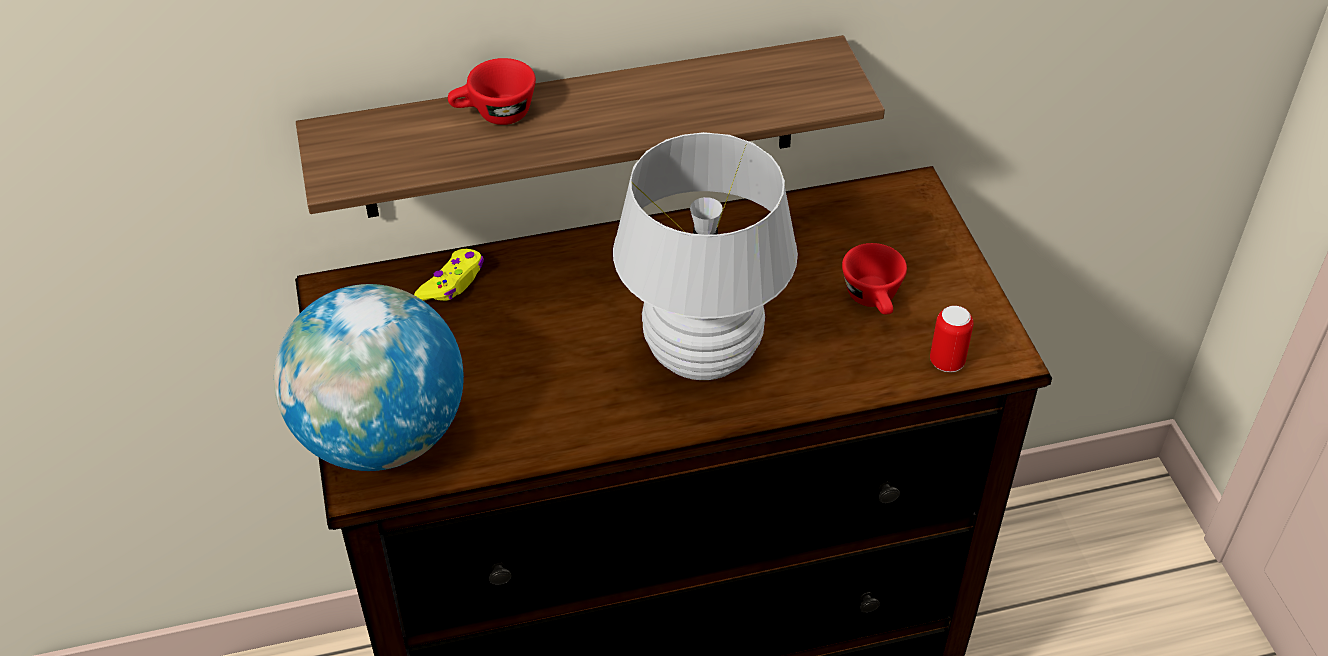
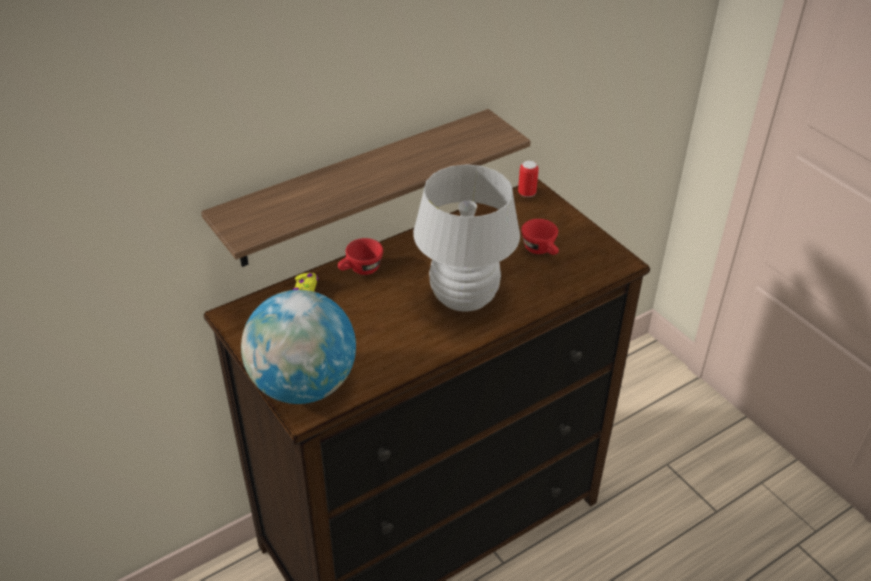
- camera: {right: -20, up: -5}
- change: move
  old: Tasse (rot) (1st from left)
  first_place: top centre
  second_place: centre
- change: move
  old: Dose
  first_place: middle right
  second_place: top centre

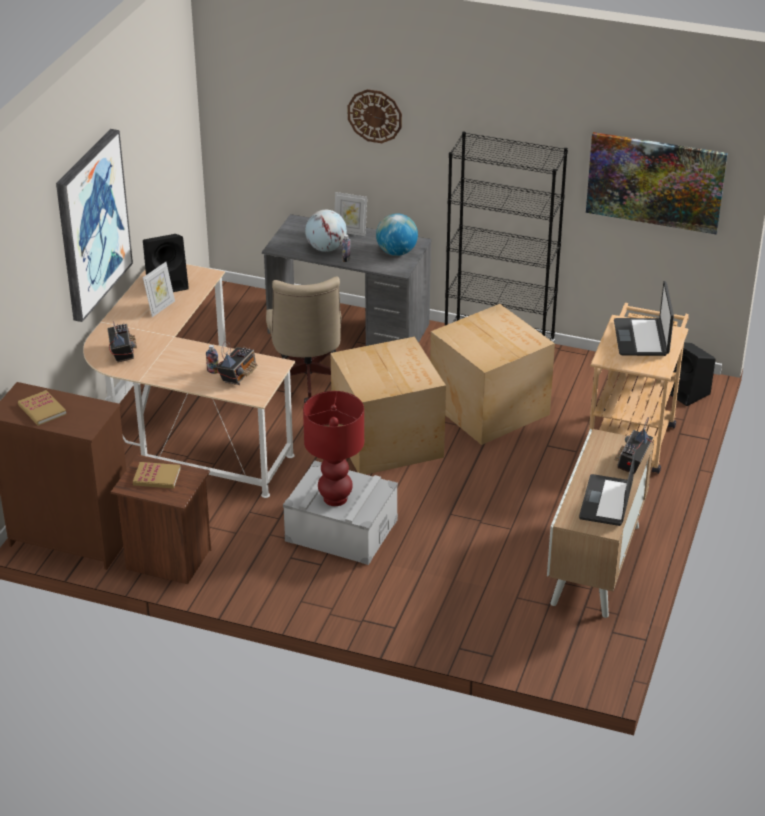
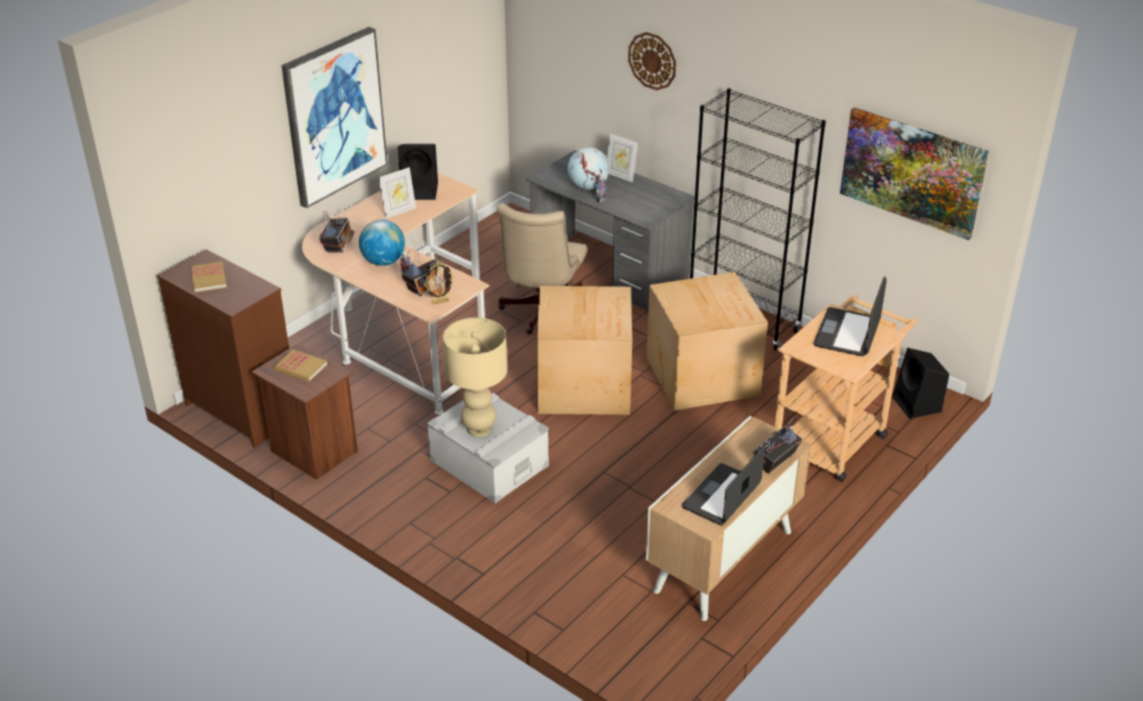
- camera: {right: 20, up: 0}
- change: move
  old: Globus (2nd from left in the first image)
  new: Globus (1st from left)
  first_place: top centre
  second_place: centre
- change: recolor
  old: Tischlampe (rot)
  new: Tischlampe (beige)
  first_place: centre
  second_place: centre
- change: insert
  new: Bilderrahmen (2nd from left)
  second_place: centre

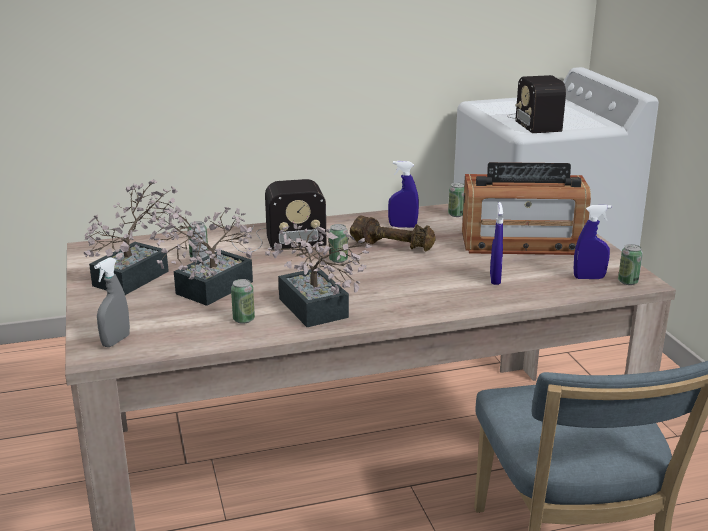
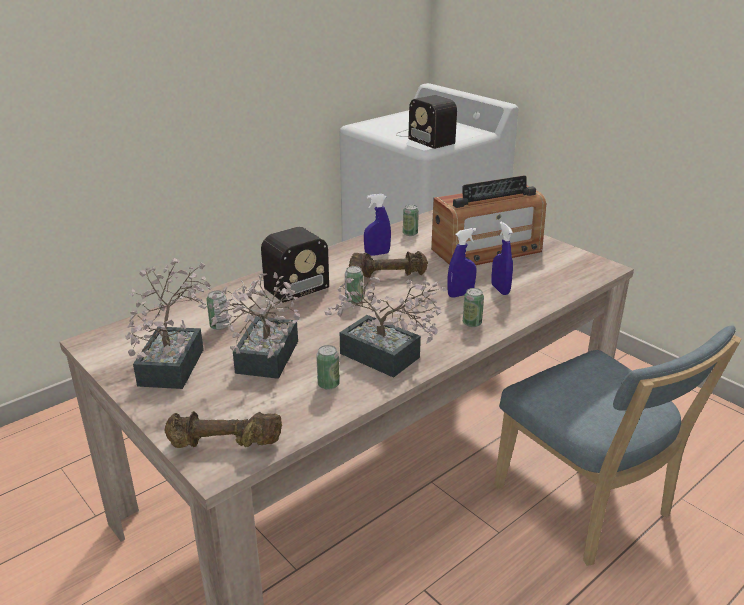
- camera: {right: -25, up: 5}
- change: move
  old: Sprühflasche (blau) (3rd from left in the first image)
  new: Sprühflasche (blau) (2nd from left)
  first_place: middle right
  second_place: centre
- change: move
  old: Dose (5th from left)
  first_place: middle right
  second_place: centre
- change: replace
  old: Sprühflasche (grau)
  new: Hantel (braun) (1st from left)
  first_place: middle left
  second_place: bottom left

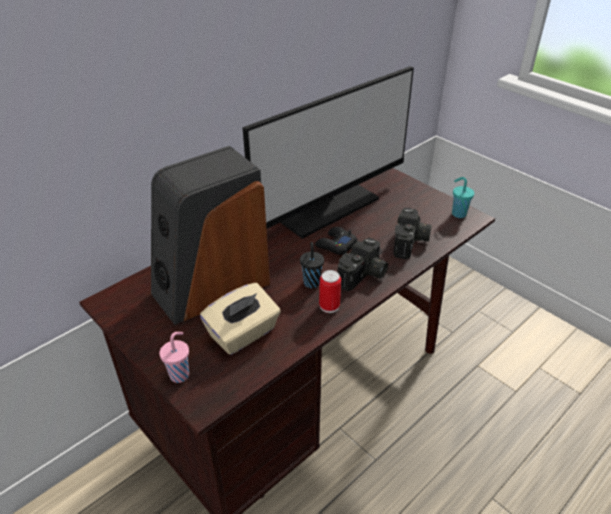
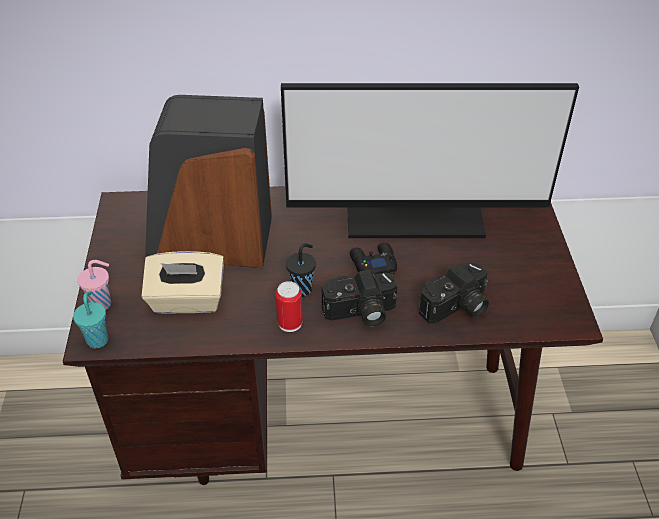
- camera: {right: 40, up: 5}
- change: move
  old: Tasse (türkis)
  first_place: middle right
  second_place: middle left

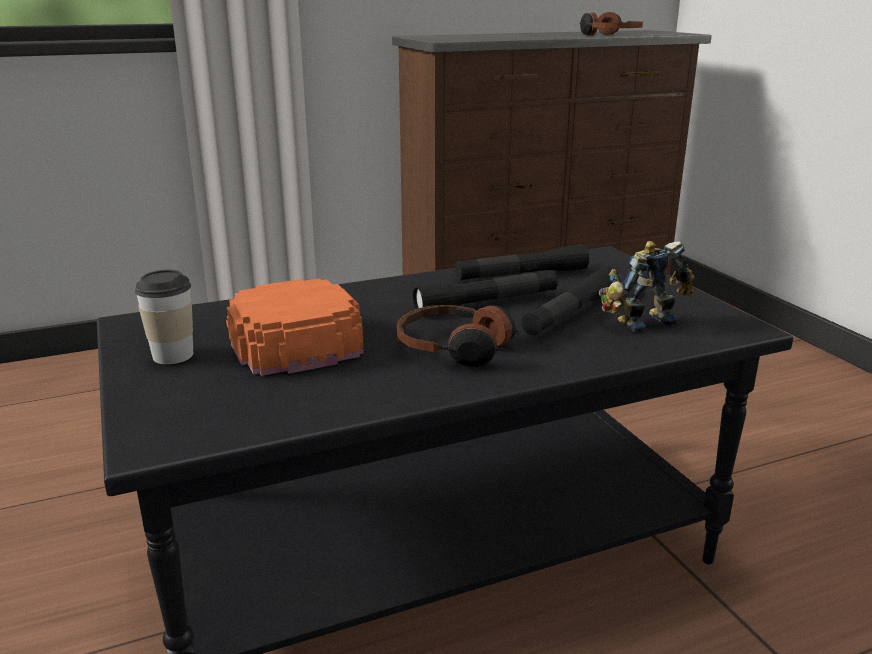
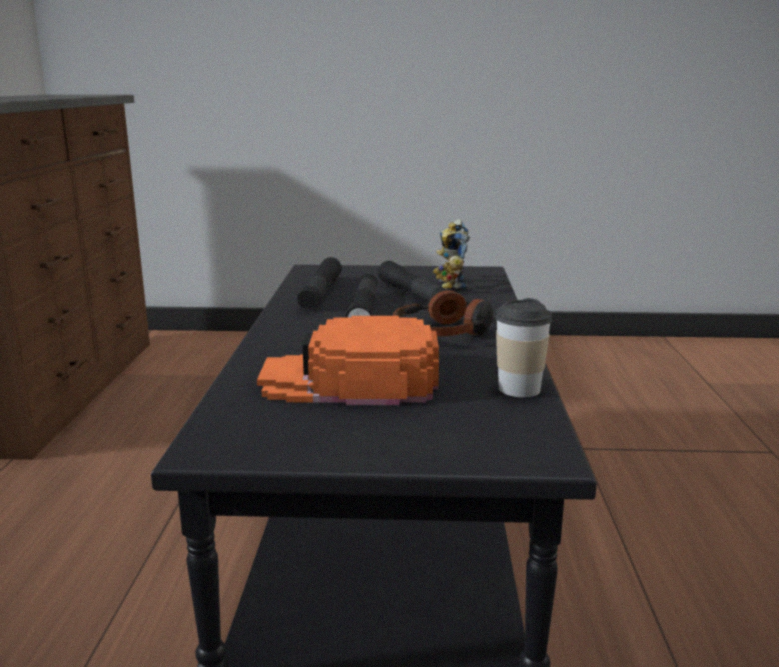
- camera: {right: -65, up: -5}
- change: delete
  old: Kopfhörer (2nd from left)
  first_place: top right
- change: move
  old: Tasse
  first_place: middle left
  second_place: middle right

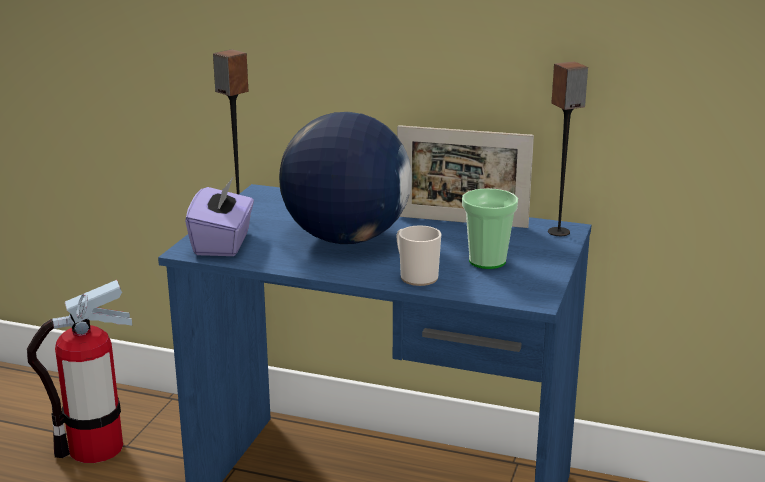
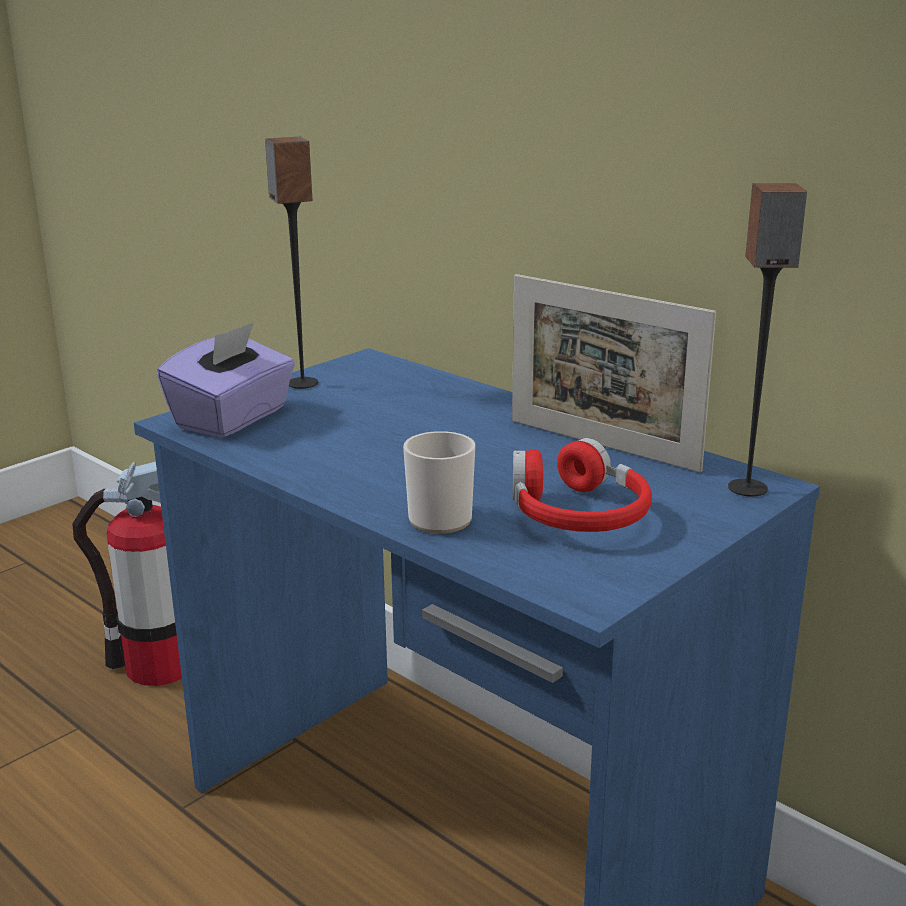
- camera: {right: 25, up: 0}
- change: delete
  old: Globus
  first_place: centre
- change: replace
  old: Tasse
  new: Kopfhörer (rot)
  first_place: centre
  second_place: centre

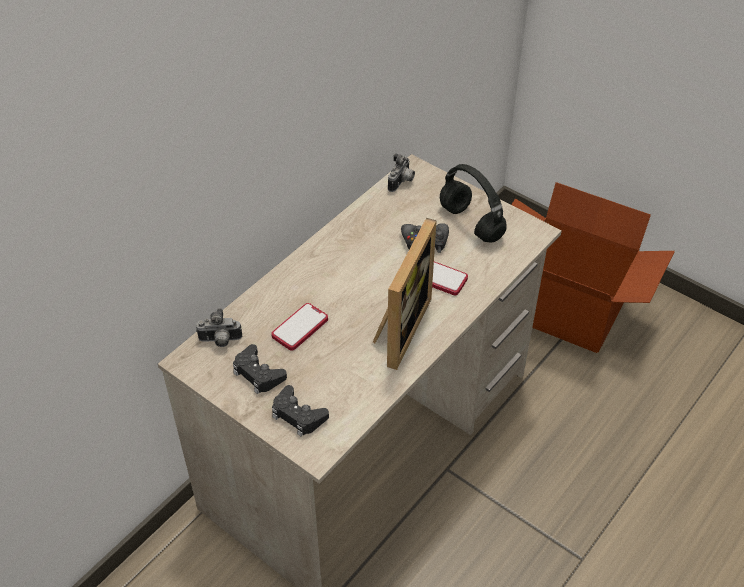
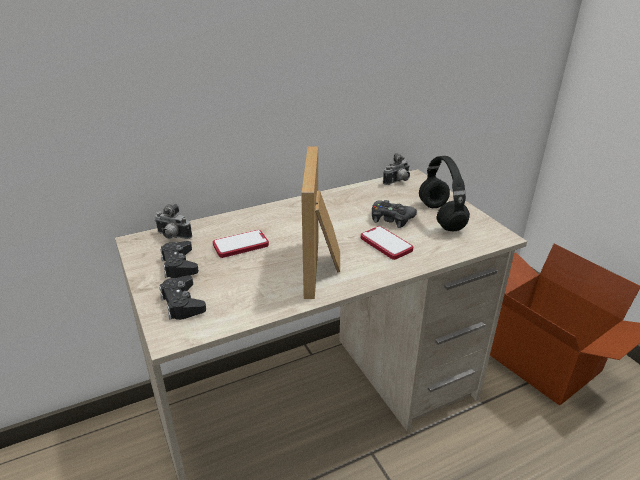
- camera: {right: 25, up: -15}
- change: rotate
  old: Bilderrahmen
  first_place: centre
  second_place: centre
  degrees: 135

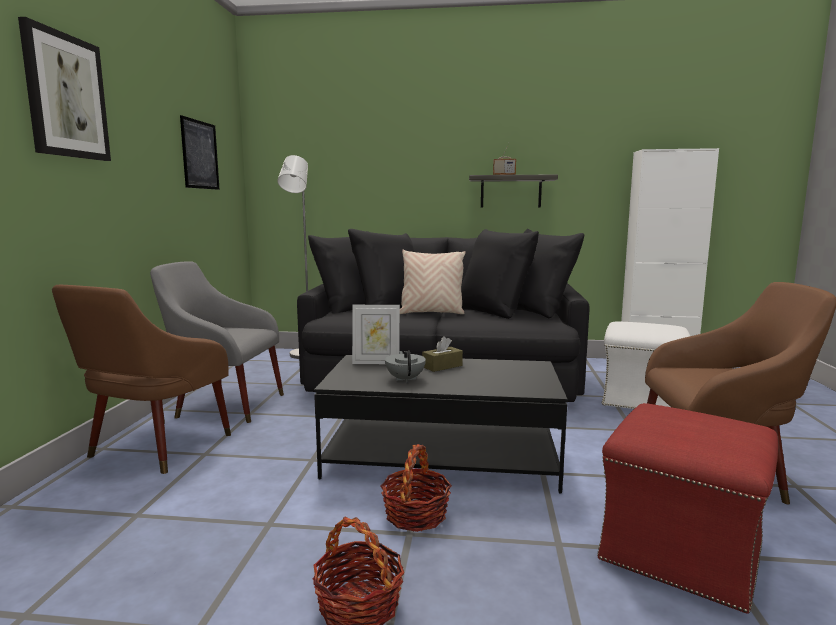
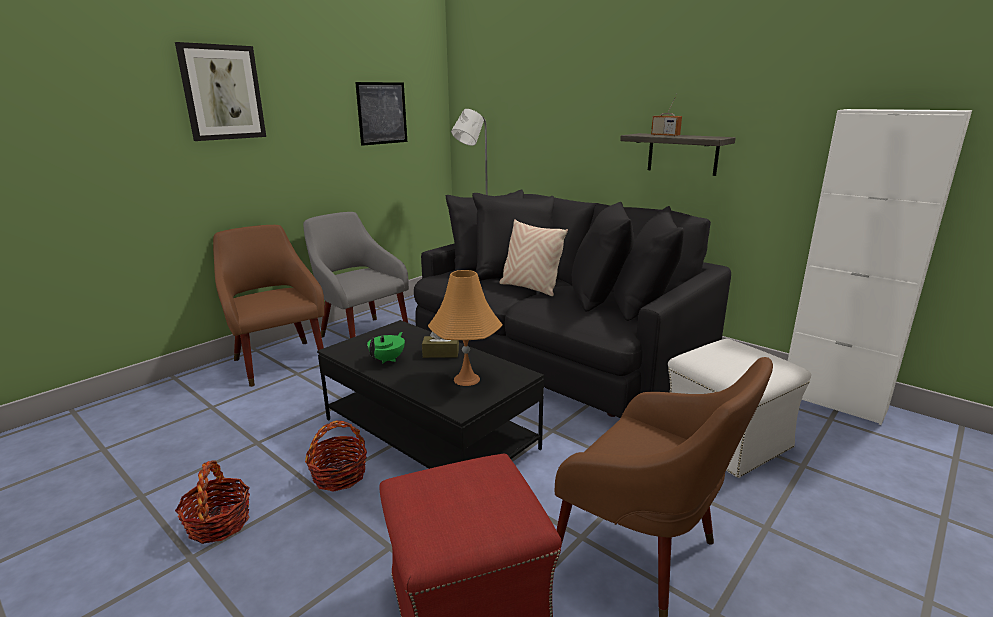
- camera: {right: 35, up: 10}
- change: rotate
  old: Sessel (braun) (1st from left)
  first_place: middle left
  second_place: middle left
  degrees: 90
- change: delete
  old: Bilderrahmen
  first_place: centre
- change: recolor
  old: Teekanne (grau)
  new: Teekanne (grün)
  first_place: centre
  second_place: centre
- change: insert
  new: Tischlampe (orange)
  second_place: centre

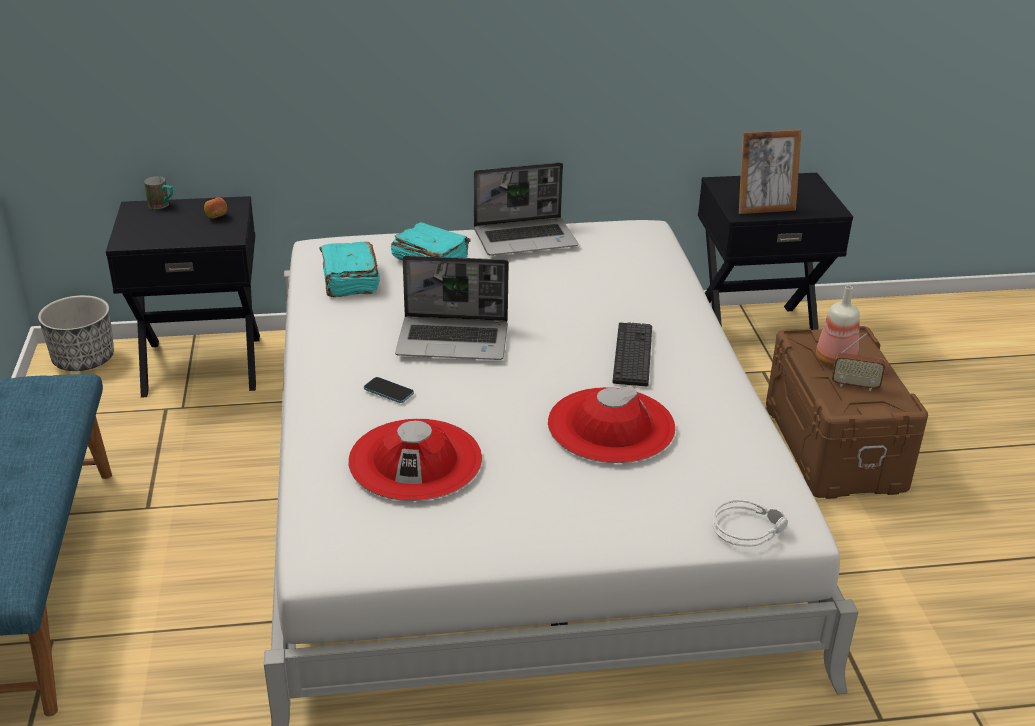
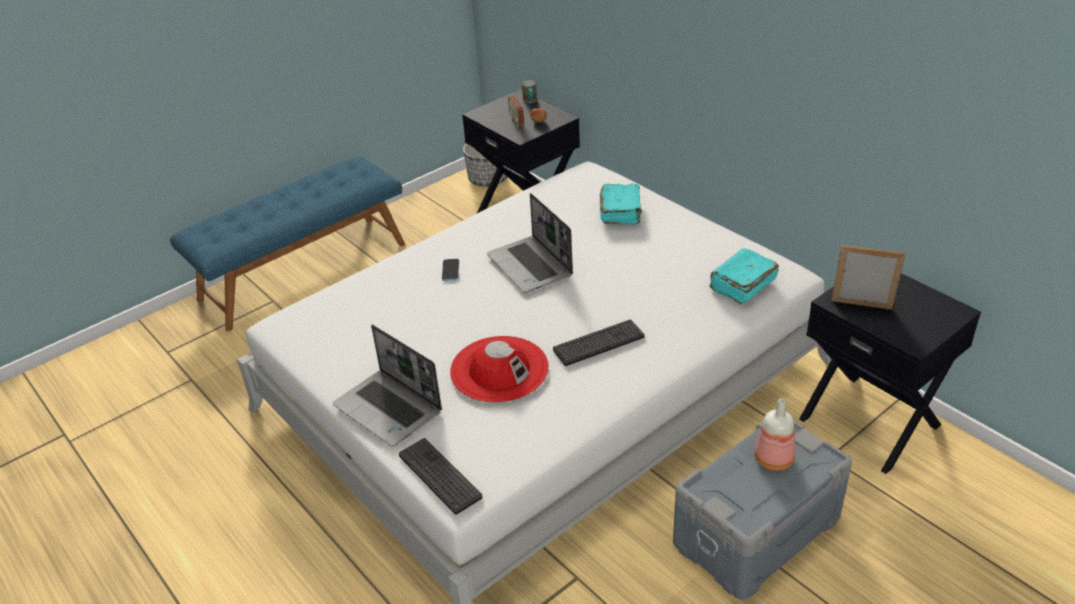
- camera: {right: 60, up: 5}
- change: rotate
  old: Bilderrahmen
  first_place: top right
  second_place: middle right
  degrees: 150
- change: move
  old: Laptop (2nd from left in the first image)
  new: Laptop (1st from left)
  first_place: top centre
  second_place: centre
- change: move
  old: Buch (türkis) (1st from left in the first image)
  new: Buch (türkis) (2nd from left)
  first_place: centre
  second_place: middle right
- change: recolor
  old: Aufbewahrungsbox (braun)
  new: Aufbewahrungsbox (grau)
  first_place: middle right
  second_place: bottom right
- change: move
  old: Radio
  first_place: middle right
  second_place: top centre
- change: delete
  old: Hut (rot) (1st from left)
  first_place: centre
- change: replace
  old: Kopfhörer (weiß)
  new: Tastatur (1st from left)
  first_place: bottom right
  second_place: bottom centre

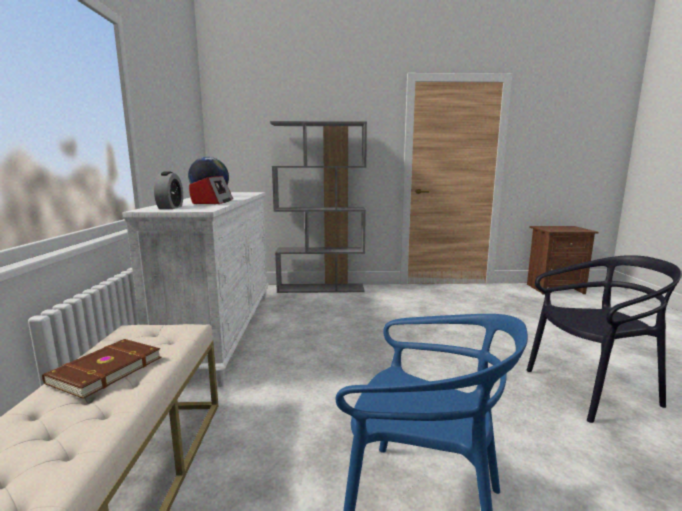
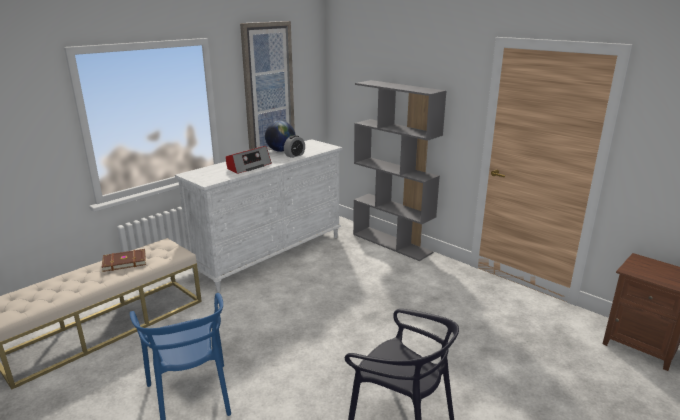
- camera: {right: 45, up: 10}
- change: move
  old: Wecker
  first_place: middle left
  second_place: centre
- change: insert
  new: Bild
  second_place: top centre

